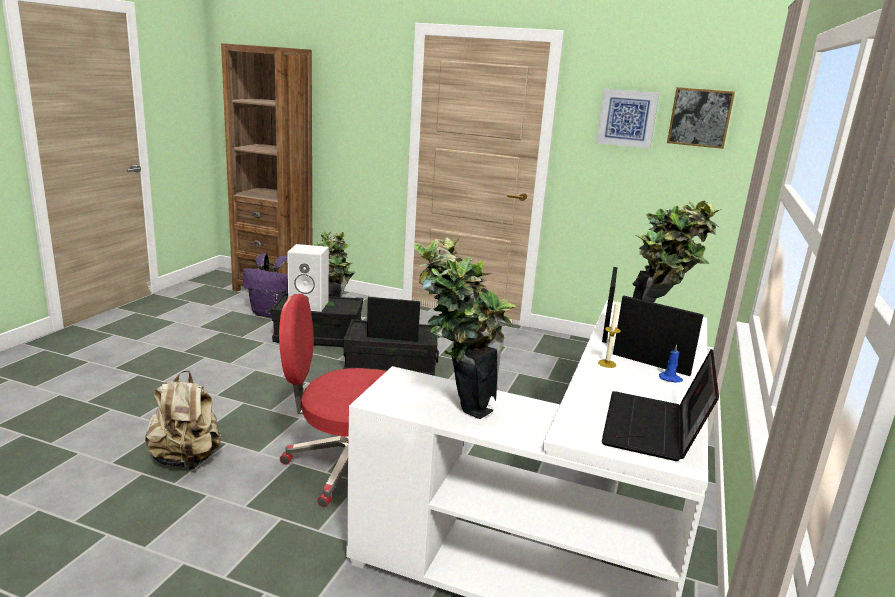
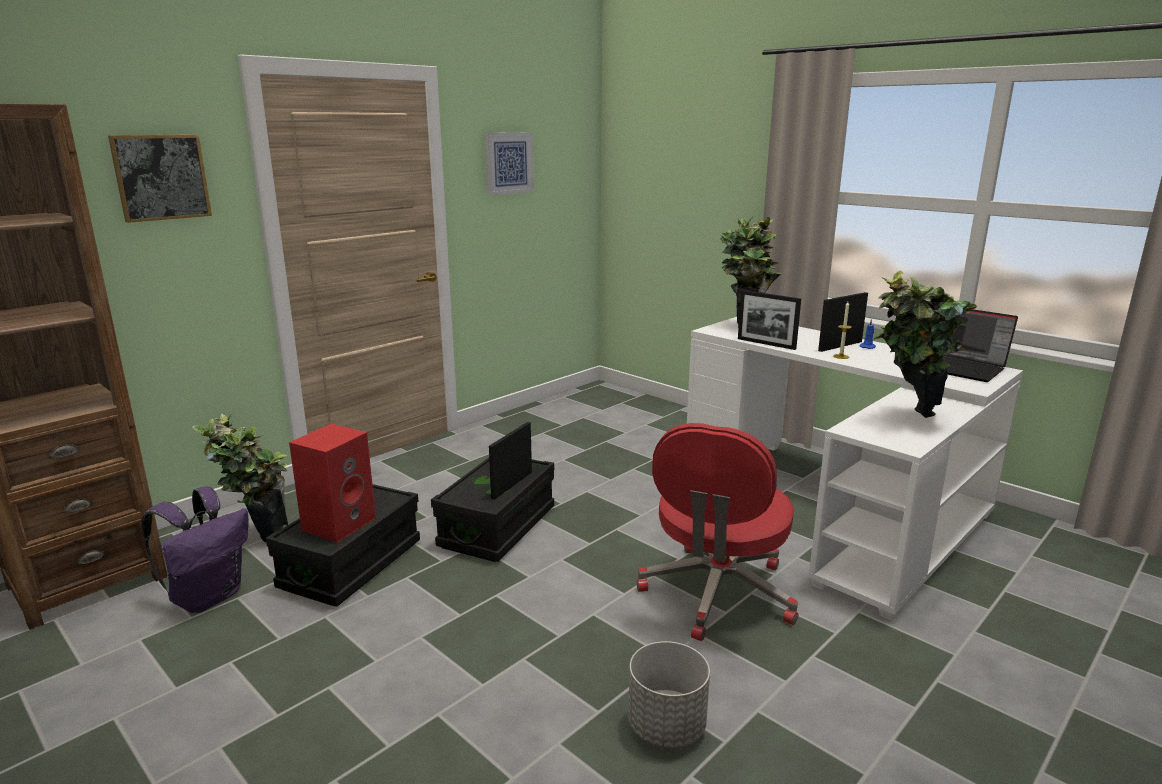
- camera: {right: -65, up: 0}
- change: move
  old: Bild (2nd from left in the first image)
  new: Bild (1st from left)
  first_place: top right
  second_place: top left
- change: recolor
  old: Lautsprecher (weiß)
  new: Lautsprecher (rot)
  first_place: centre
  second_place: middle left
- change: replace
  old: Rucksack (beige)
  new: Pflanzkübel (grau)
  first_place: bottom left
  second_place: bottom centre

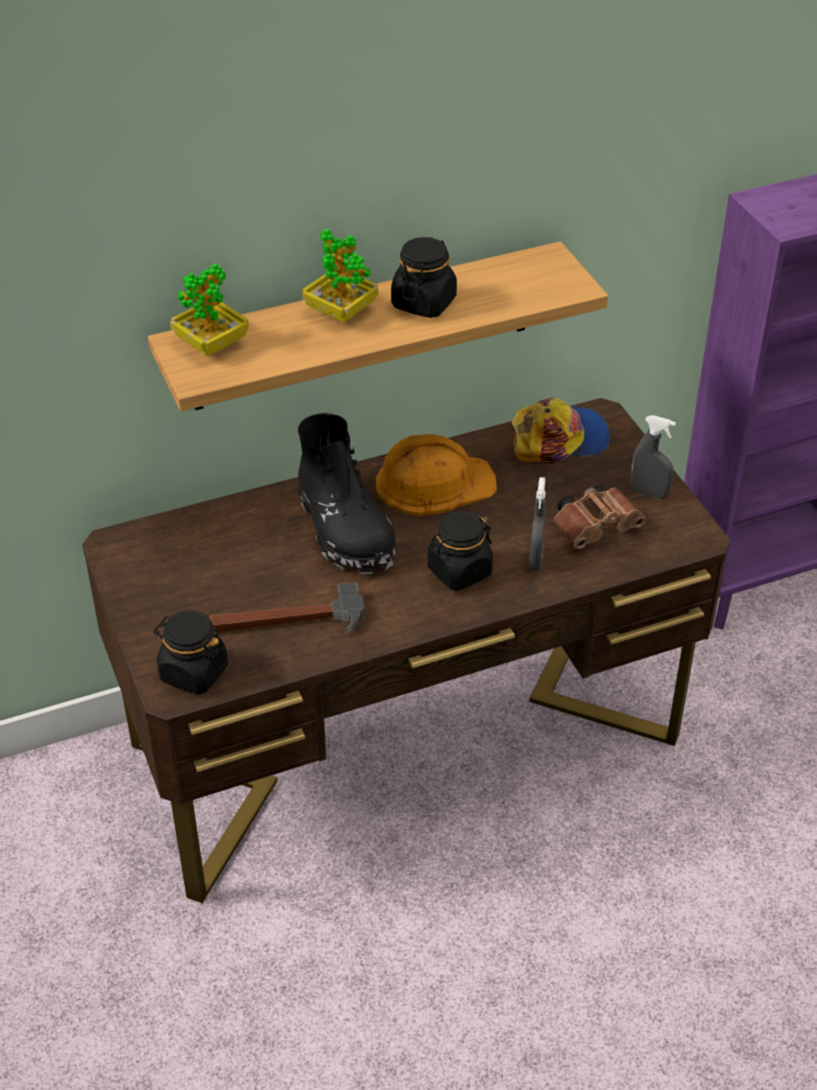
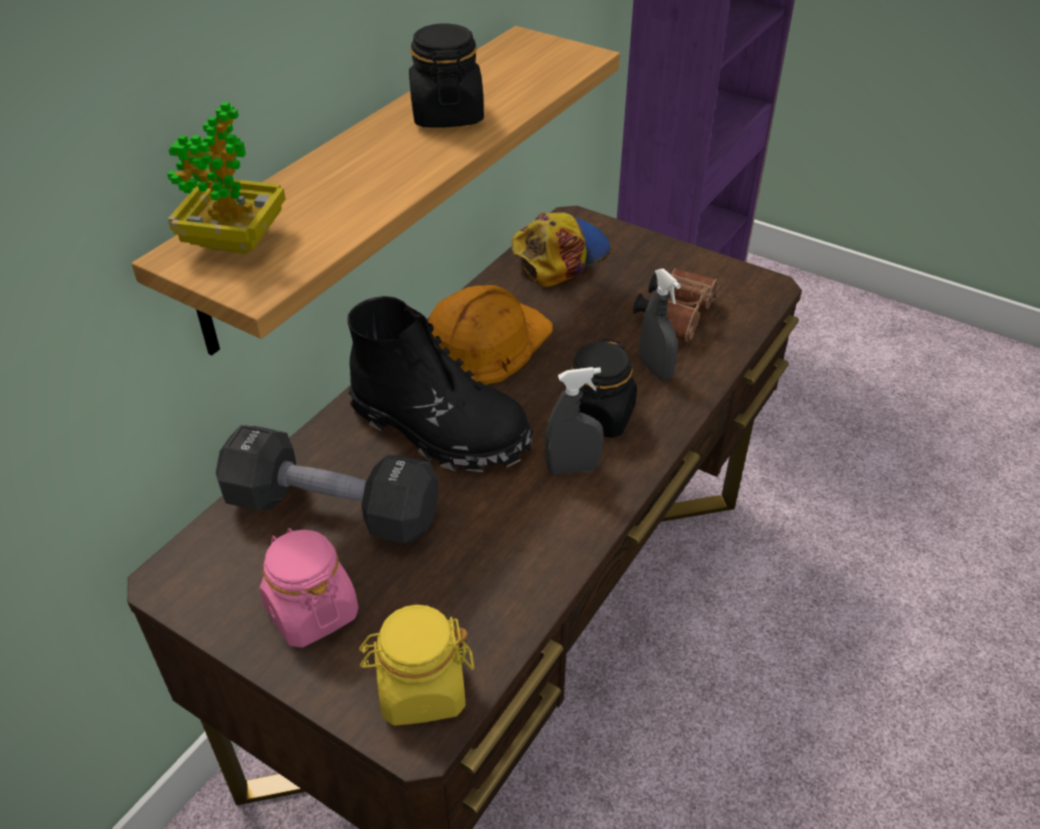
- camera: {right: -35, up: 0}
- change: delete
  old: Topfpflanze (2nd from left)
  first_place: top centre
- change: move
  old: Sprühflasche (grau) (2nd from left in the first image)
  new: Sprühflasche (grau) (1st from left)
  first_place: middle right
  second_place: centre
- change: delete
  old: Hammer
  first_place: centre
- change: recolor
  old: Vorratsglas (schwarz) (1st from left)
  new: Vorratsglas (gelb)
  first_place: middle left
  second_place: bottom centre
- change: insert
  new: Hantel (schwarz)
  second_place: middle left
- change: insert
  new: Vorratsglas (rosa)
  second_place: bottom left

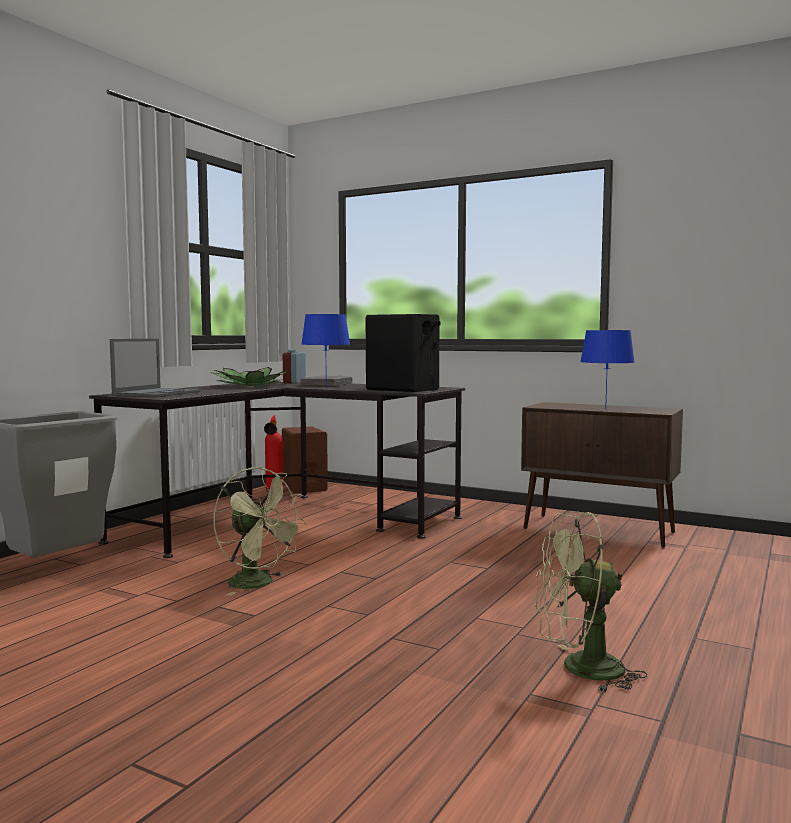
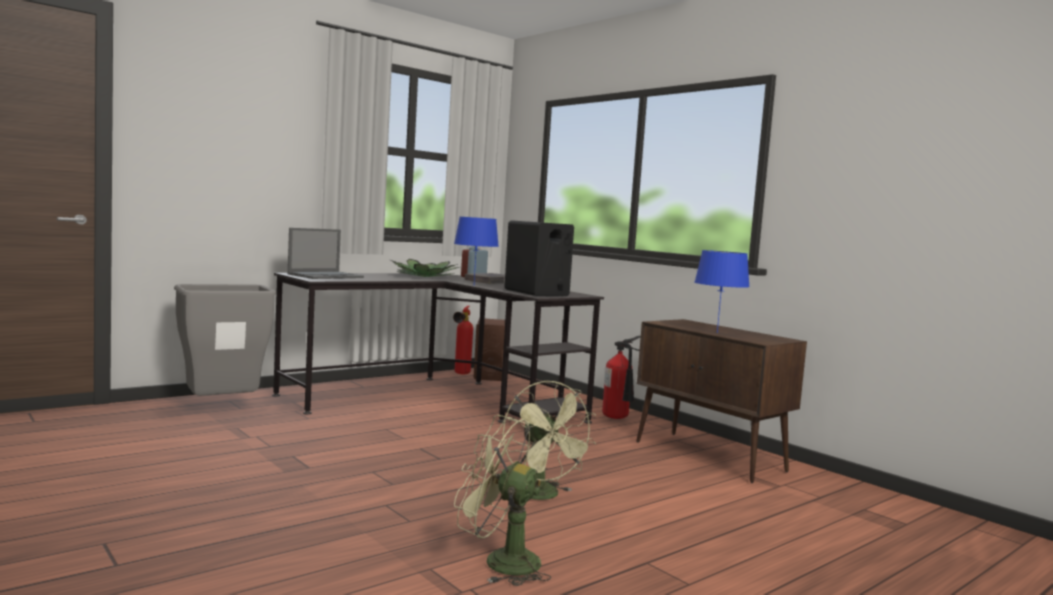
- camera: {right: 20, up: 0}
- change: move
  old: Ventilator (grün) (1st from left in the first image)
  new: Ventilator (grün) (2nd from left)
  first_place: middle left
  second_place: bottom centre
- change: insert
  new: Feuerlöscher (2nd from left)
  second_place: centre

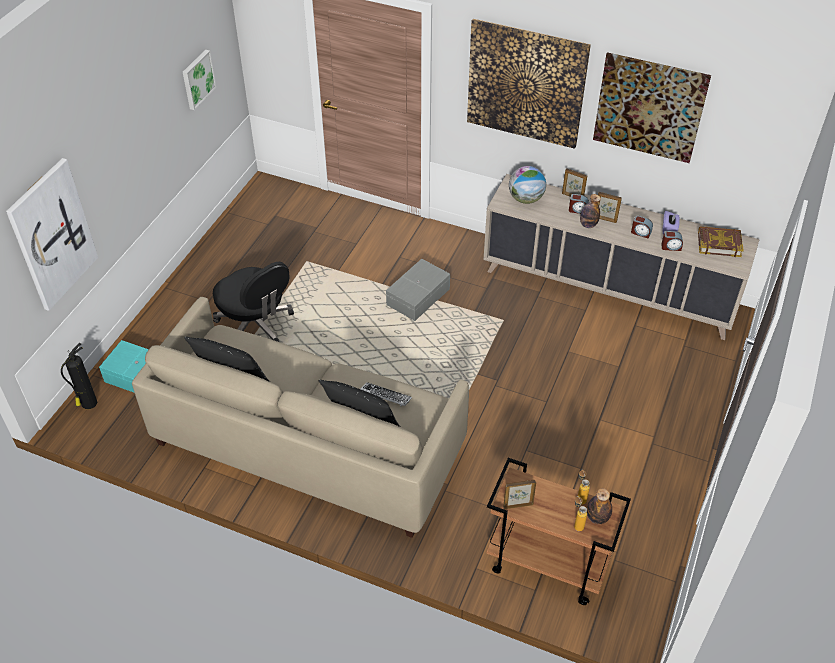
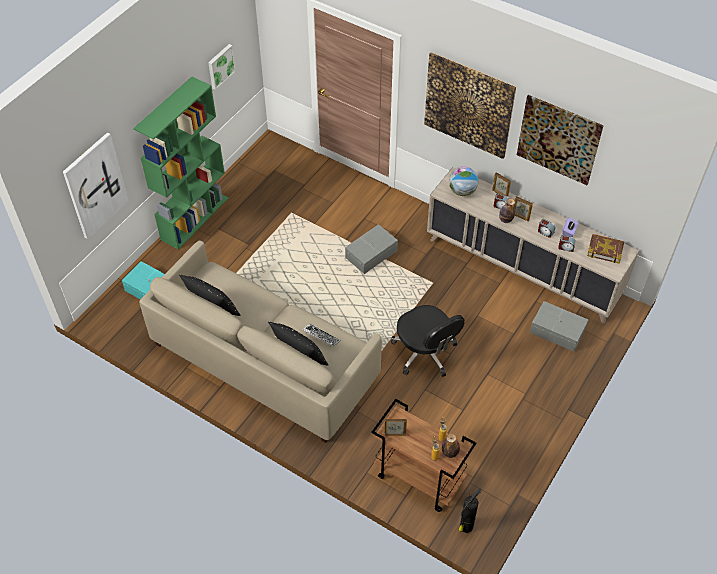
- camera: {right: 10, up: 5}
- change: move
  old: Bürostuhl (schwarz)
  first_place: middle left
  second_place: centre
- change: move
  old: Feuerlöscher
  first_place: middle left
  second_place: bottom centre
- change: insert
  new: Bücherregal (grün)
  second_place: top left
- change: insert
  new: Aufbewahrungsbox (grau) (2nd from left)
  second_place: middle right

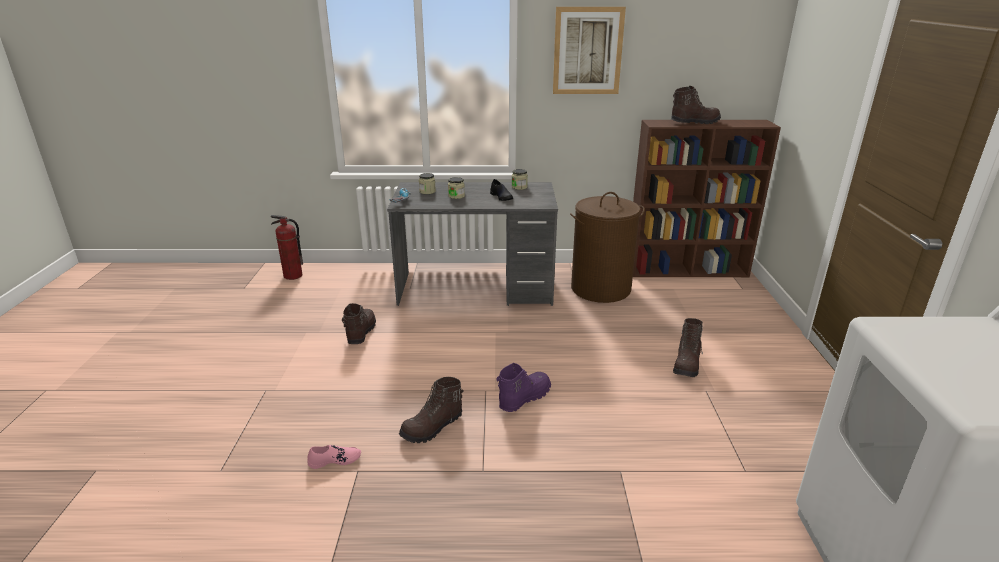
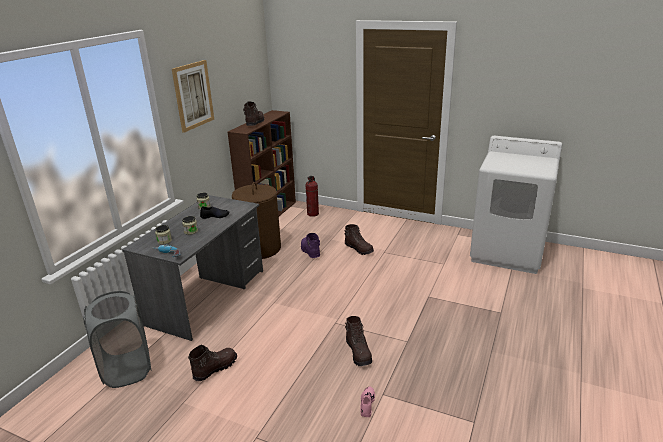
- camera: {right: -65, up: 0}
- change: move
  old: Feuerlöscher
  first_place: middle left
  second_place: centre
- change: rotate
  old: Stiefel (braun) (1st from left)
  first_place: centre
  second_place: bottom left
  degrees: 105
- change: move
  old: Stiefel (lila)
  first_place: bottom centre
  second_place: centre
- change: insert
  new: Wäschekorb (grau)
  second_place: bottom left

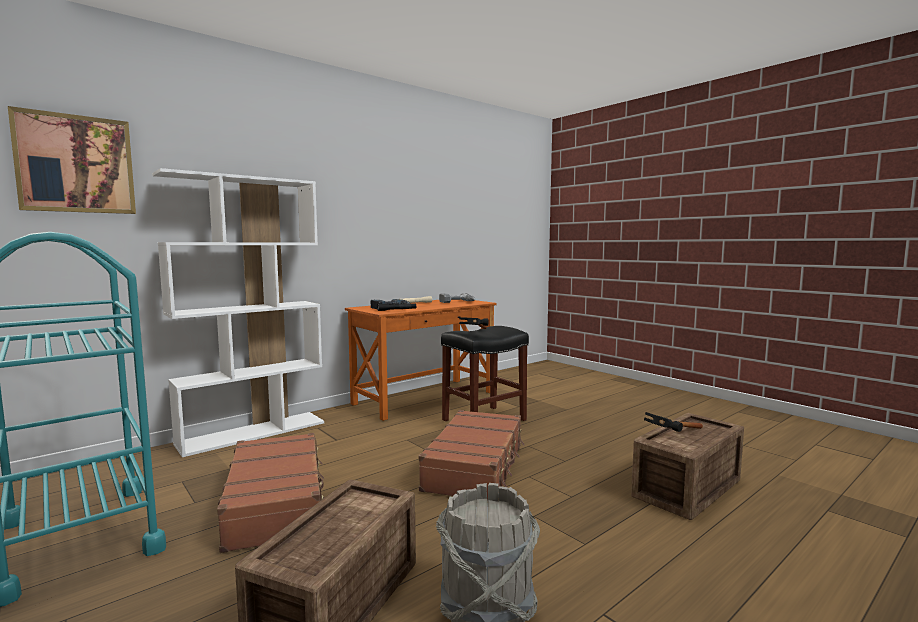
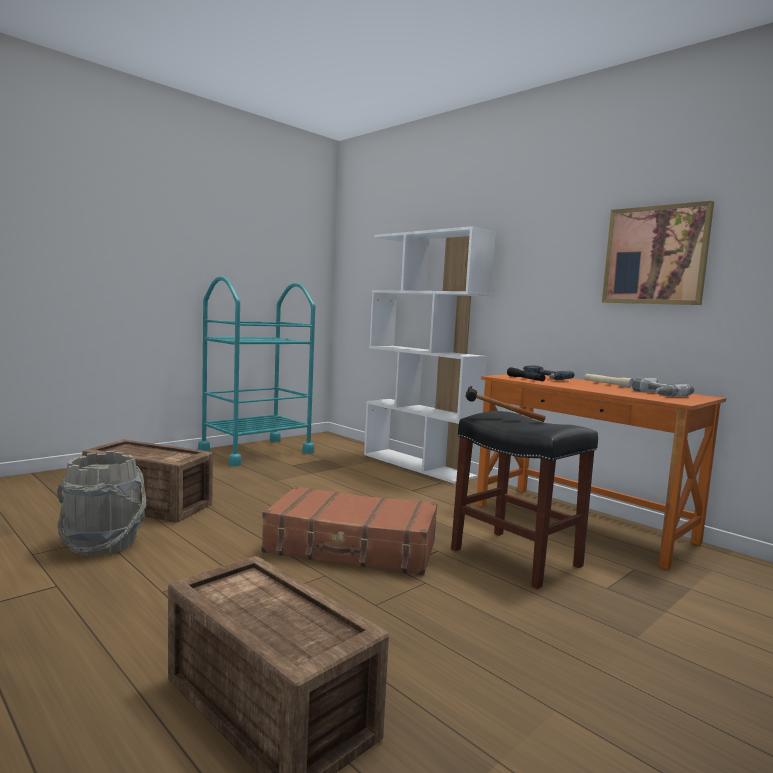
- camera: {right: 85, up: 0}
- change: move
  old: Bild
  first_place: top left
  second_place: top right
- change: delete
  old: Hammer (2nd from left)
  first_place: bottom right
- change: delete
  old: Koffer (braun) (1st from left)
  first_place: bottom left

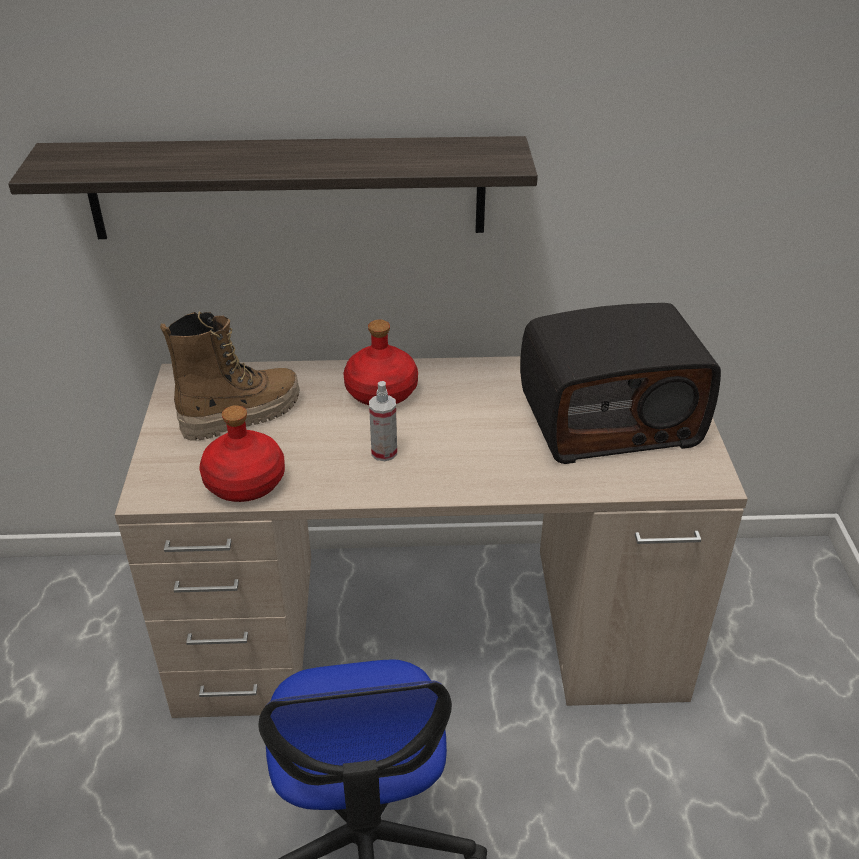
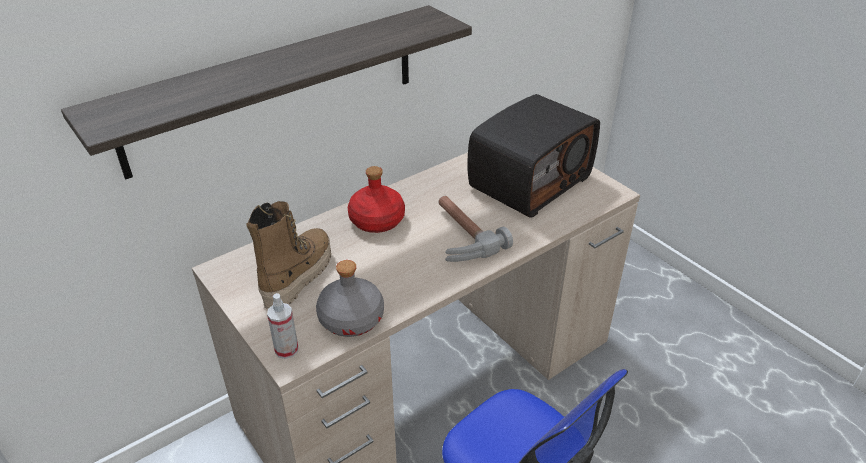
- camera: {right: -35, up: 0}
- change: move
  old: Sprühflasche
  first_place: centre
  second_place: bottom left
- change: recolor
  old: Flasche (rot) (1st from left)
  new: Flasche (grau)
  first_place: middle left
  second_place: centre
- change: insert
  new: Hammer
  second_place: centre

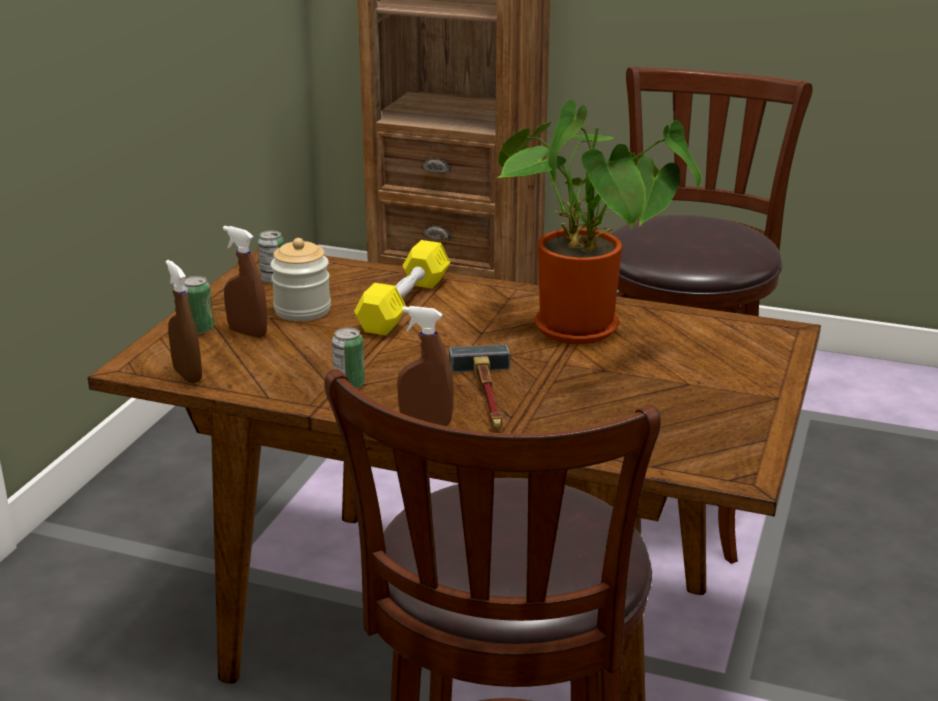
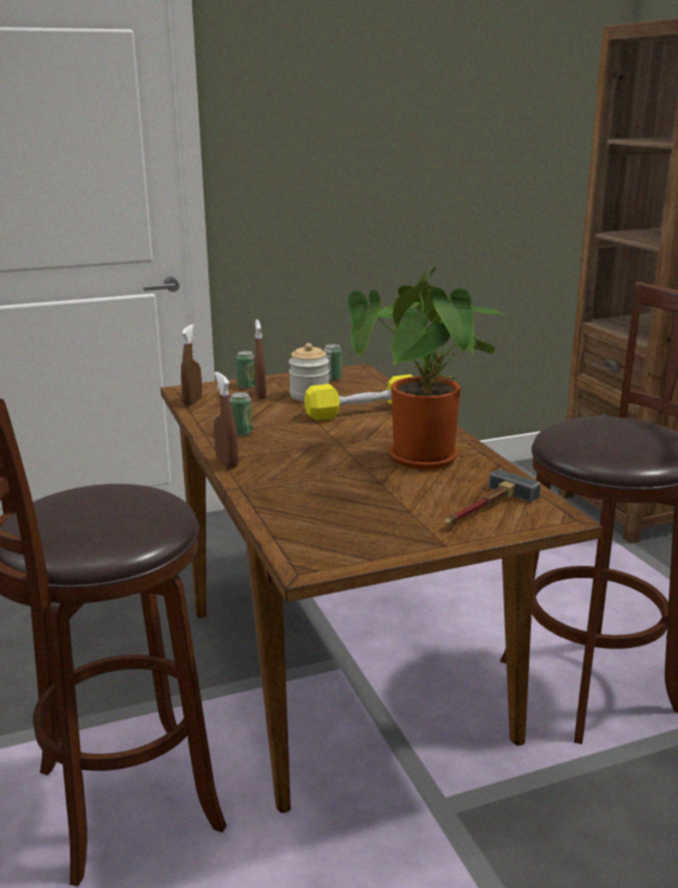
- camera: {right: 50, up: -5}
- change: move
  old: Hammer
  first_place: centre
  second_place: middle right

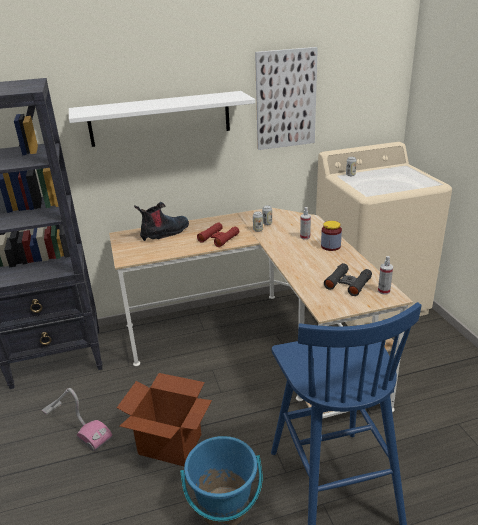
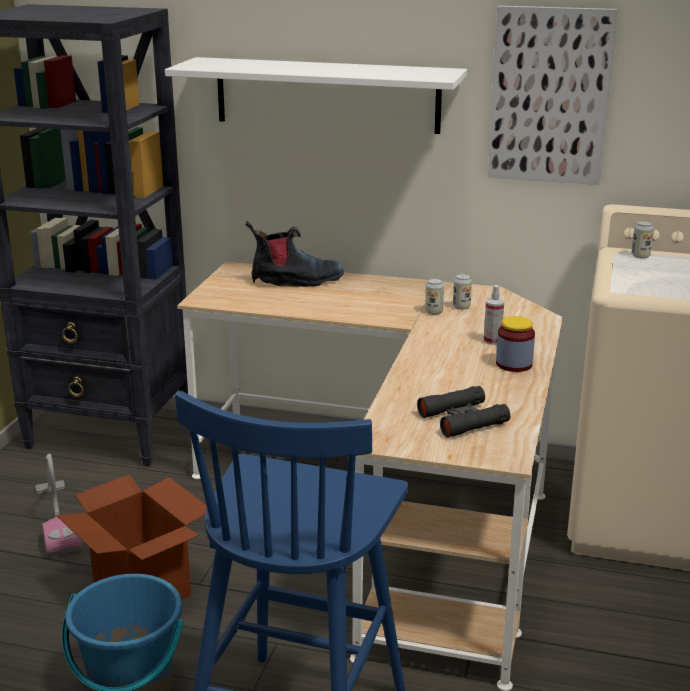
- camera: {right: 30, up: -5}
- change: delete
  old: Fernglas (rot)
  first_place: centre
- change: delete
  old: Sprühflasche (2nd from left)
  first_place: middle right

